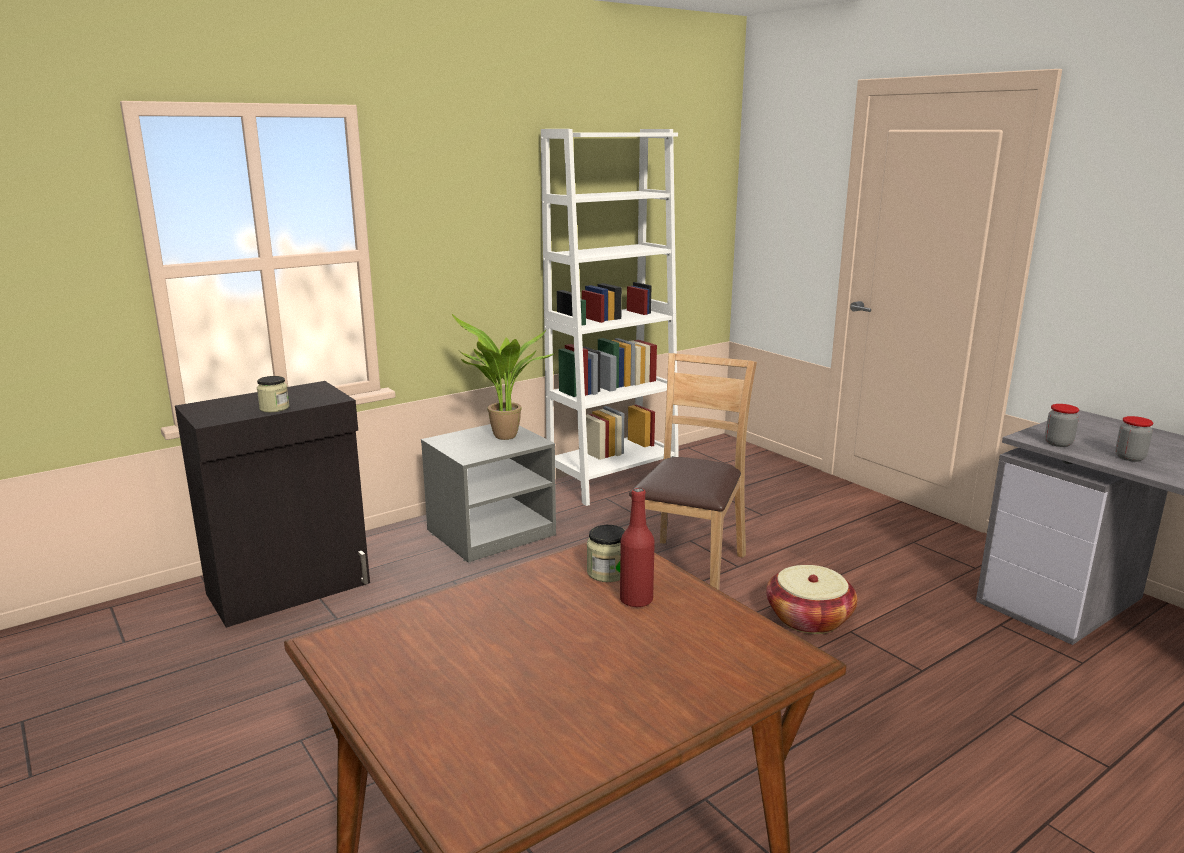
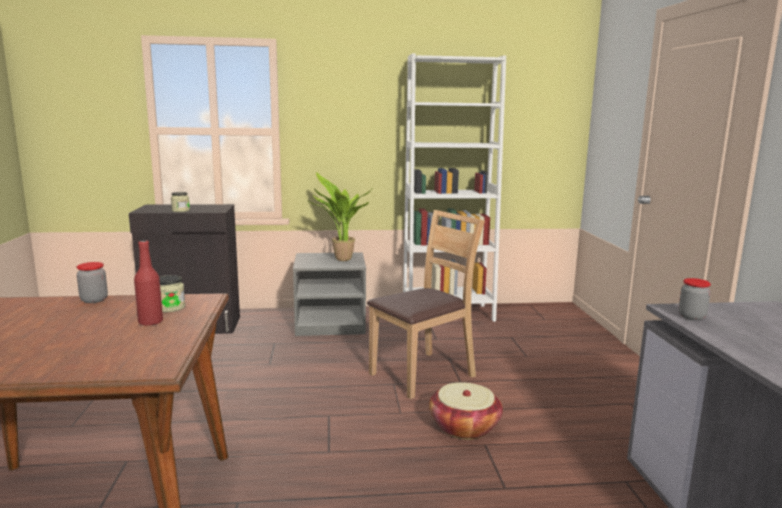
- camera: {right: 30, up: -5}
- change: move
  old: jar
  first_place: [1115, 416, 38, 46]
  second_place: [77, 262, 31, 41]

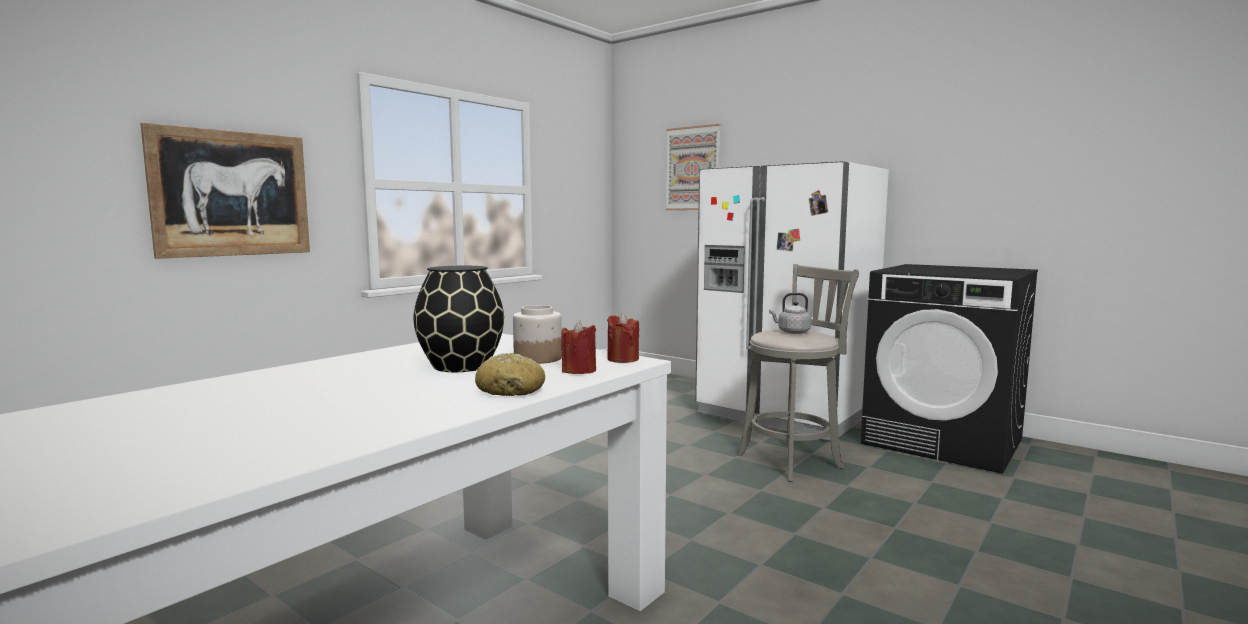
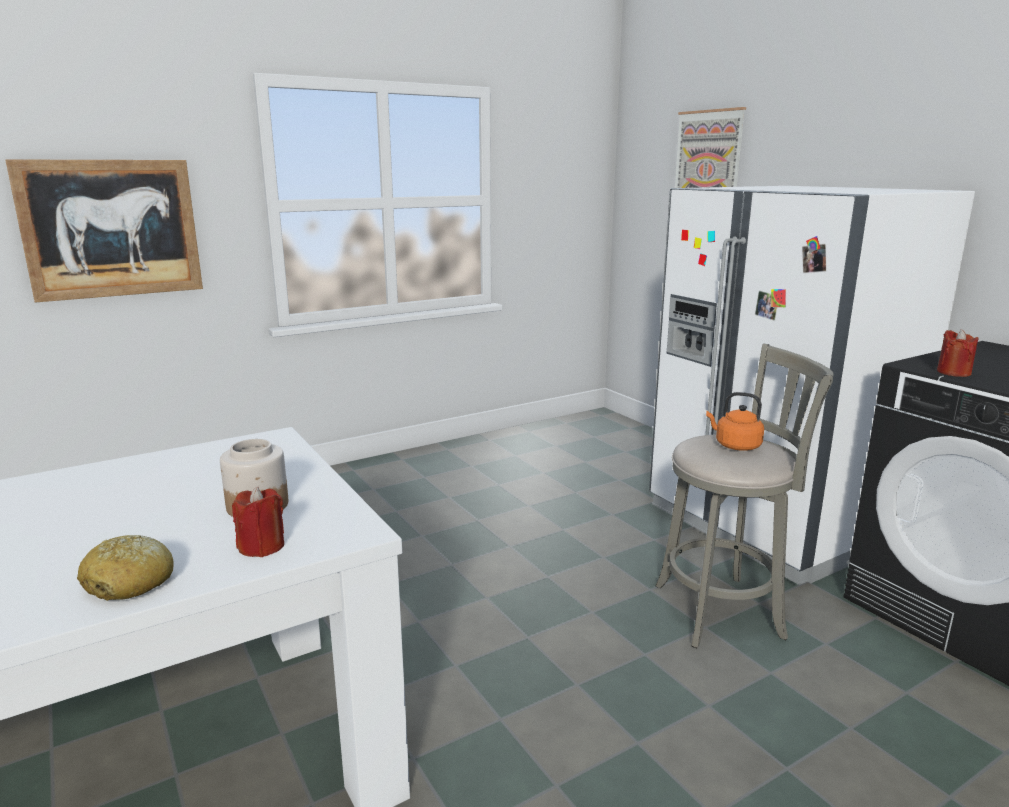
- camera: {right: 20, up: 10}
- change: delete
  old: black flower vase
  first_place: [414, 266, 90, 106]
- change: move
  old: red-coloured candle
  first_place: [607, 313, 32, 50]
  second_place: [937, 329, 41, 48]
- change: recolor
  old: greyish water kettle
  new: orangey water kettle
  first_place: [769, 293, 42, 41]
  second_place: [706, 392, 58, 59]

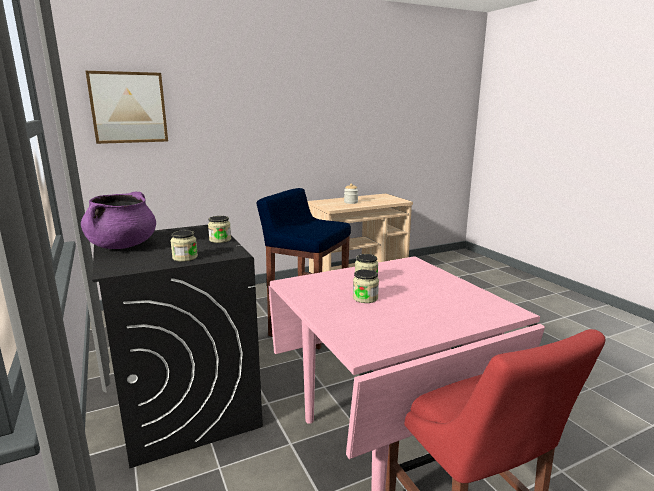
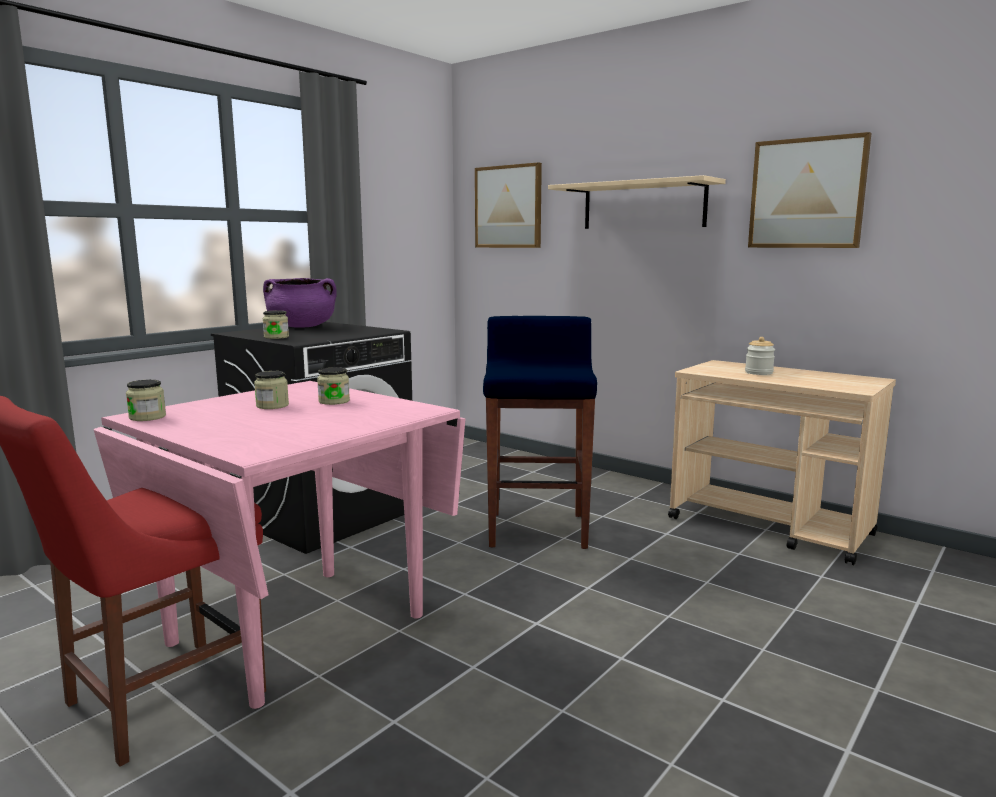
- camera: {right: 65, up: -5}
- change: move
  old: jar
  first_place: [208, 216, 23, 27]
  second_place: [126, 380, 40, 41]
- change: insert
  new: beige wall shelf
  second_place: [548, 175, 178, 54]
- change: insert
  new: picture
  second_place: [748, 132, 123, 116]

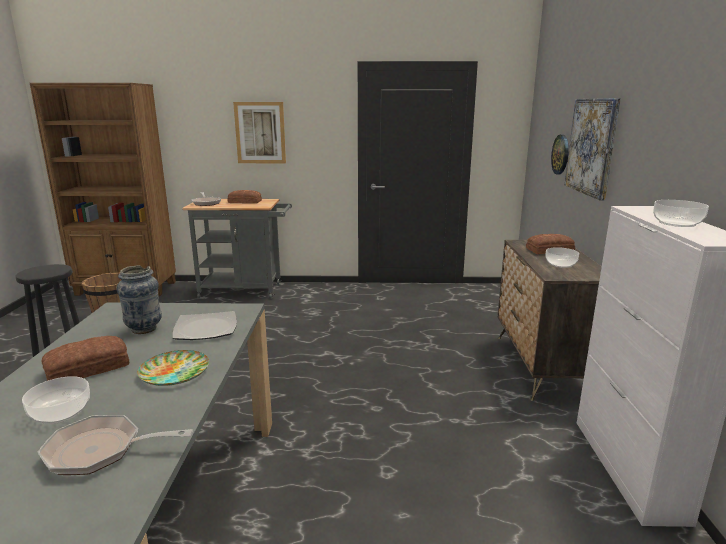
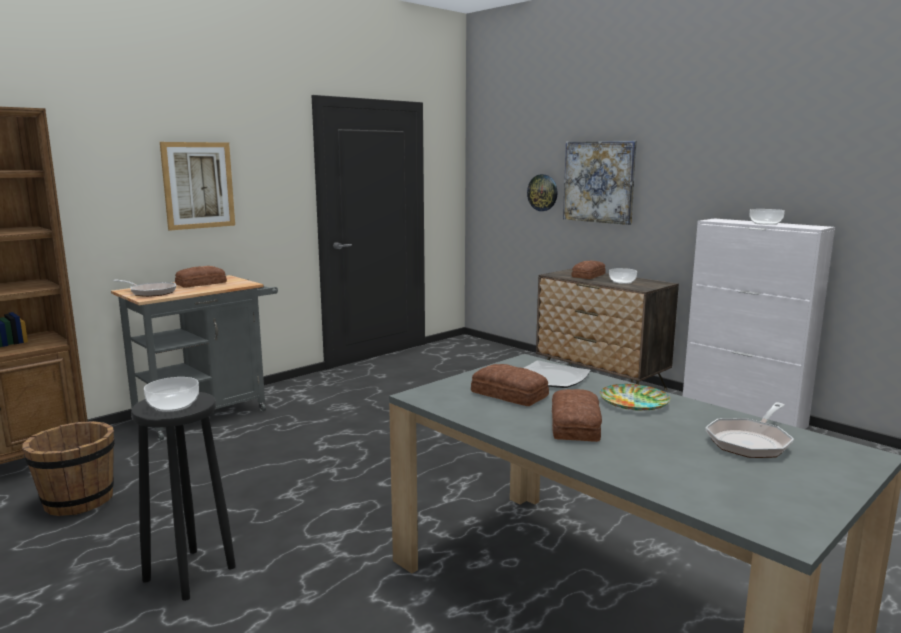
- camera: {right: -45, up: -5}
- change: move
  old: bowl
  first_place: [22, 376, 68, 48]
  second_place: [144, 377, 55, 35]
- change: replace
  old: flower vase
  new: bread
  first_place: [116, 265, 46, 69]
  second_place: [471, 364, 78, 42]

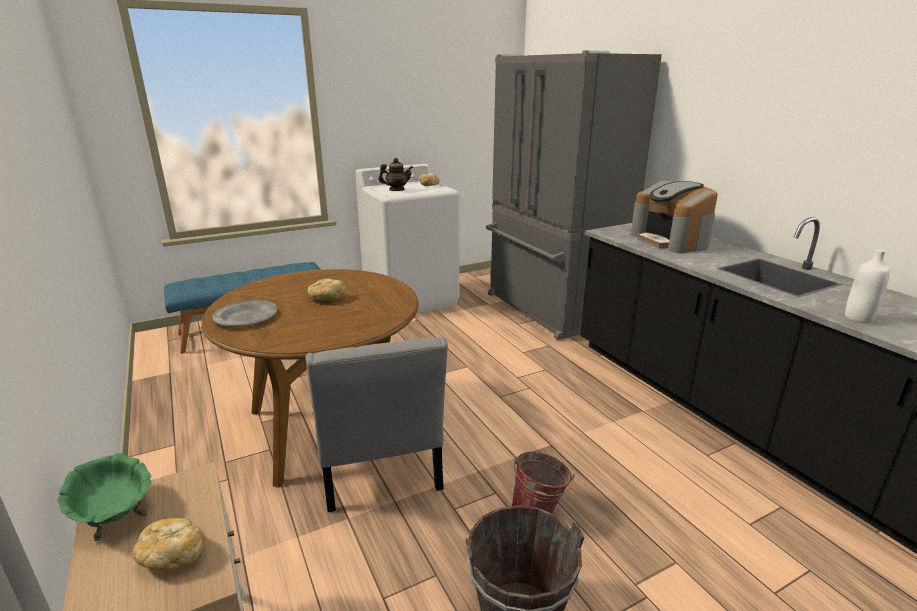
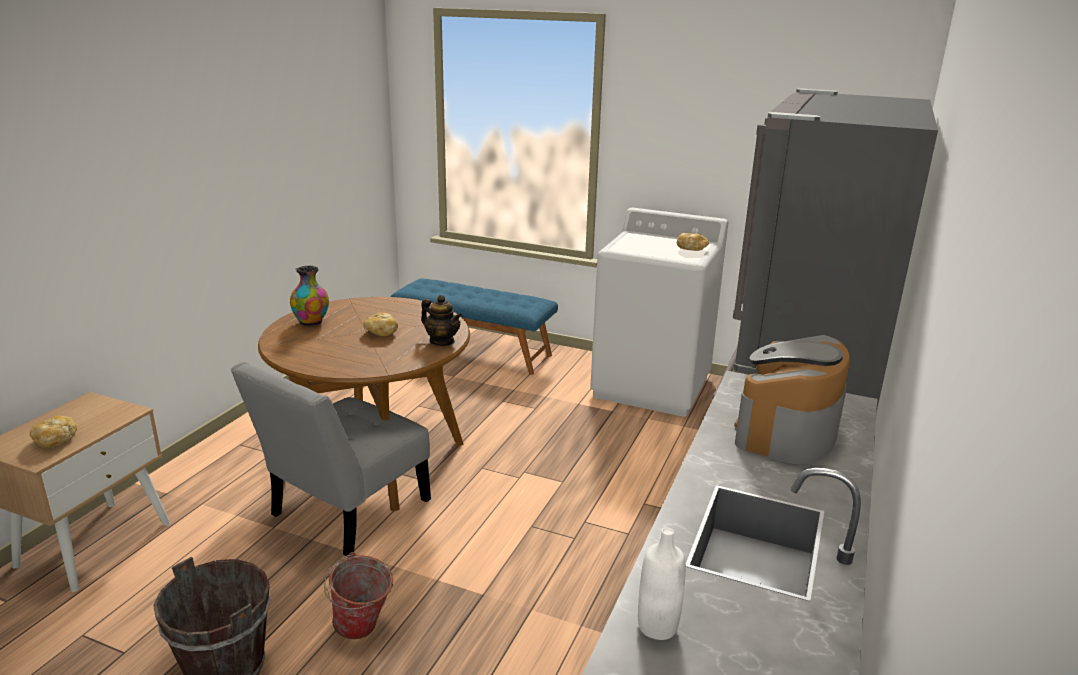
- camera: {right: 50, up: 0}
- change: delete
  old: greenish bowl
  first_place: [57, 453, 95, 88]
- change: replace
  old: greyish dinner plate
  new: flower vase
  first_place: [212, 300, 65, 26]
  second_place: [290, 265, 39, 61]
- change: move
  old: pot for tea
  first_place: [379, 158, 34, 33]
  second_place: [421, 295, 41, 51]

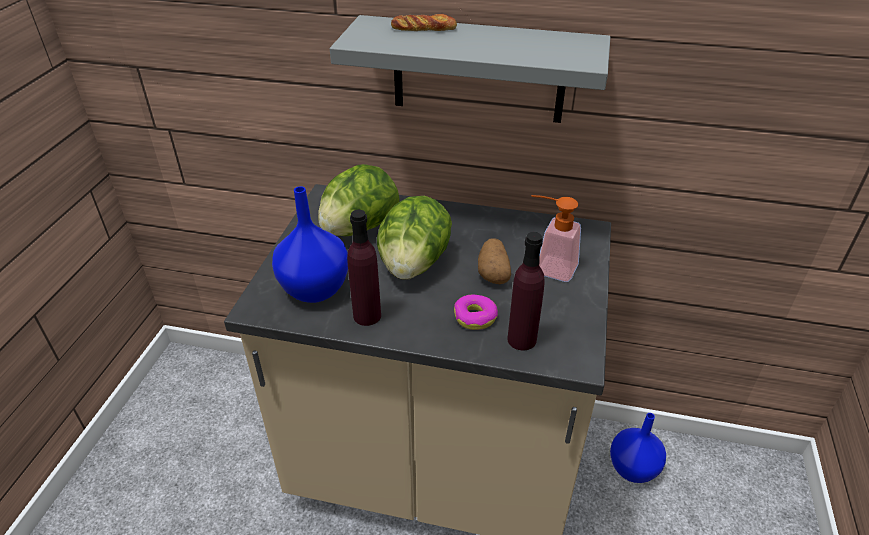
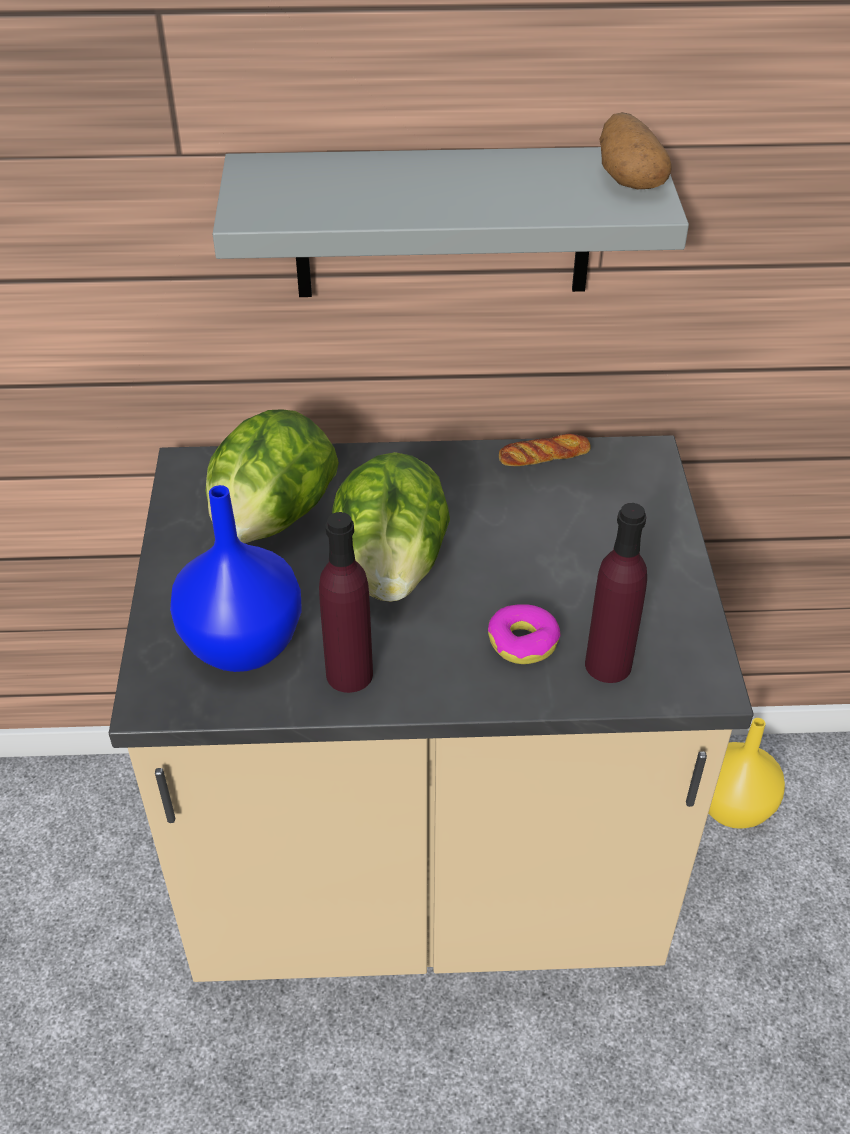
- camera: {right: -15, up: 5}
- change: move
  old: bread
  first_place: [391, 14, 66, 17]
  second_place: [499, 434, 92, 32]
- change: move
  old: potato
  first_place: [478, 238, 33, 46]
  second_place: [600, 112, 72, 77]
- change: delete
  old: liquid soap bottle
  first_place: [531, 195, 50, 87]
- change: recolor
  old: blue-coloured flower vase
  new: yellow-coloured flower vase
  first_place: [610, 413, 56, 70]
  second_place: [708, 718, 77, 111]

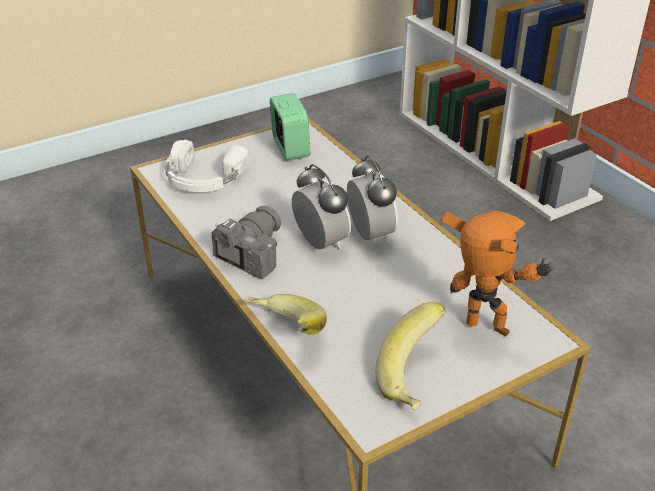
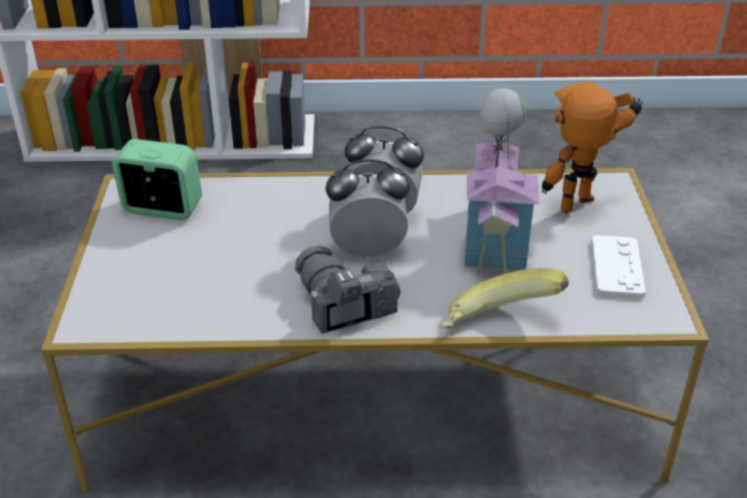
- camera: {right: -60, up: 0}
- change: delete
  old: whitish headphones
  first_place: [165, 140, 84, 52]
- change: replace
  old: banana
  new: whitish game controller
  first_place: [375, 302, 71, 108]
  second_place: [591, 235, 55, 64]
- change: insert
  new: model house
  second_place: [463, 88, 77, 186]

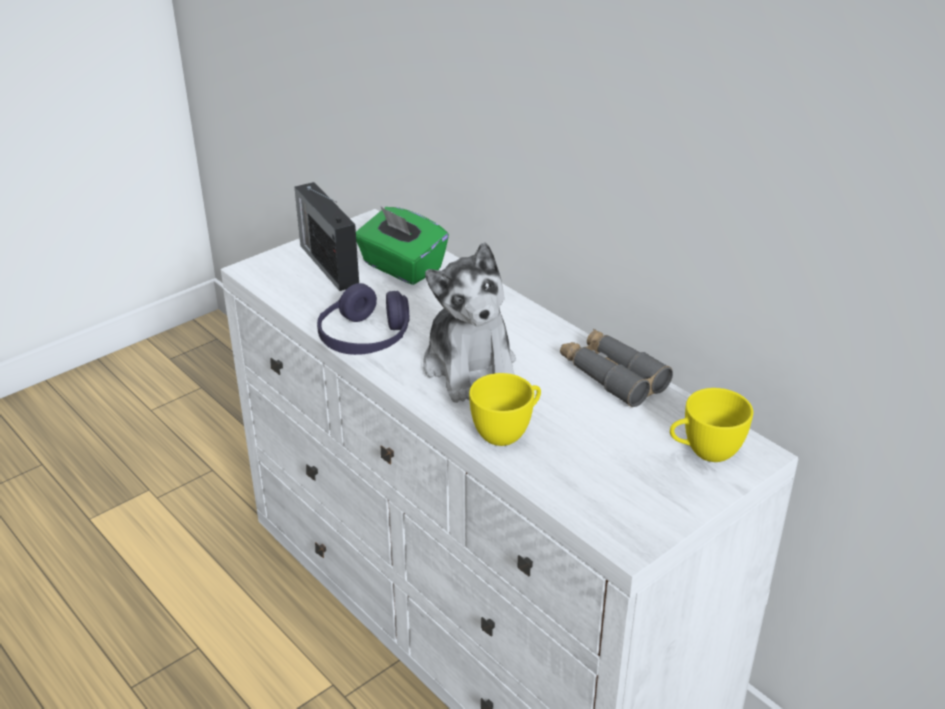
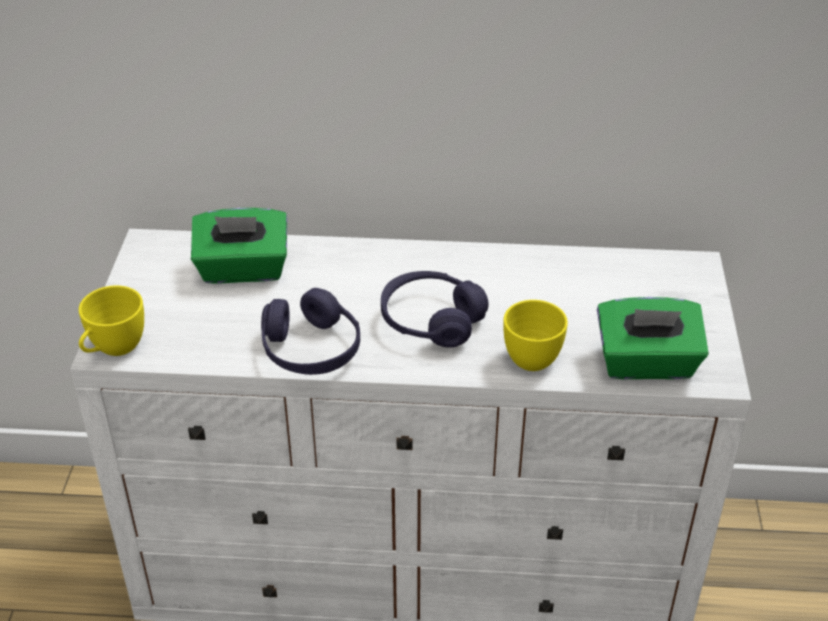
- camera: {right: -45, up: 5}
- change: delete
  old: radio
  first_place: [294, 182, 65, 109]
- change: replace
  old: soft toy
  new: purple-coloured headphones
  first_place: [423, 242, 93, 161]
  second_place: [381, 271, 108, 77]
- change: delete
  old: greyish binoculars
  first_place: [560, 329, 113, 78]
- change: move
  old: yellow-coloured cup
  first_place: [670, 388, 83, 74]
  second_place: [79, 285, 65, 71]
- change: insert
  new: greenish tissue box
  second_place: [597, 297, 112, 82]

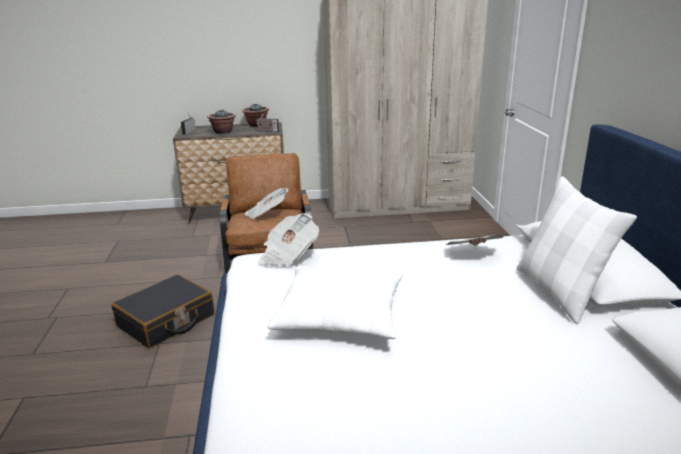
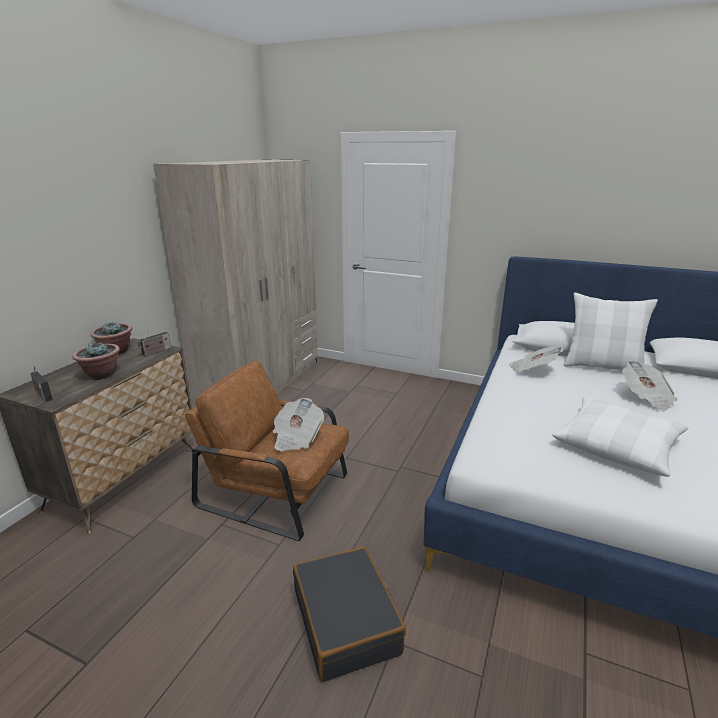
- camera: {right: -60, up: 0}
- change: move
  old: newspaper
  first_place: [259, 213, 60, 53]
  second_place: [622, 360, 56, 52]

